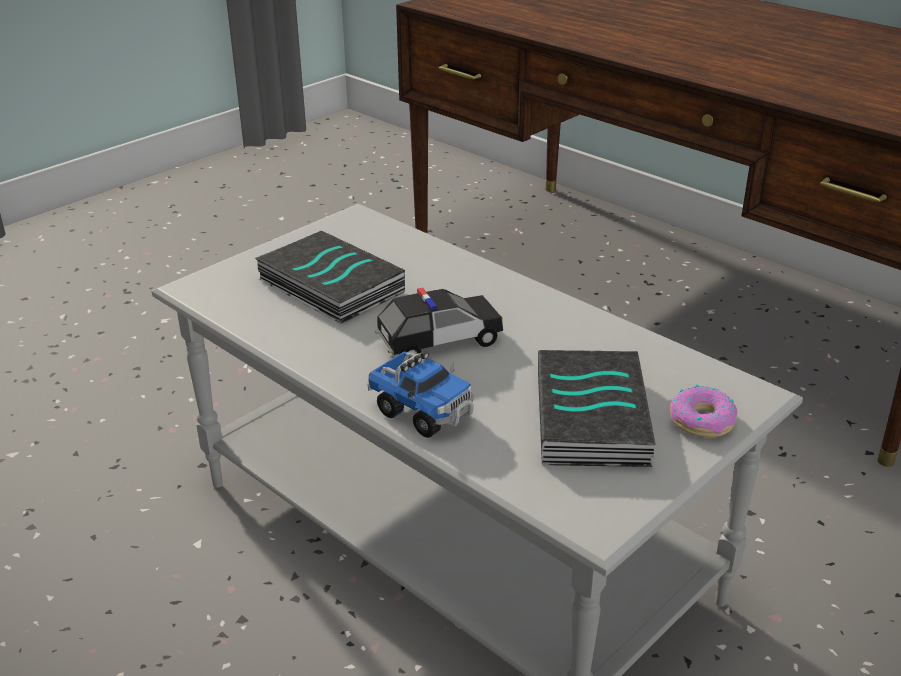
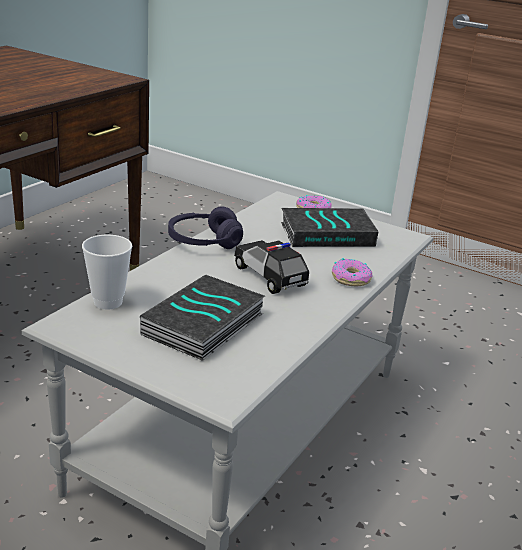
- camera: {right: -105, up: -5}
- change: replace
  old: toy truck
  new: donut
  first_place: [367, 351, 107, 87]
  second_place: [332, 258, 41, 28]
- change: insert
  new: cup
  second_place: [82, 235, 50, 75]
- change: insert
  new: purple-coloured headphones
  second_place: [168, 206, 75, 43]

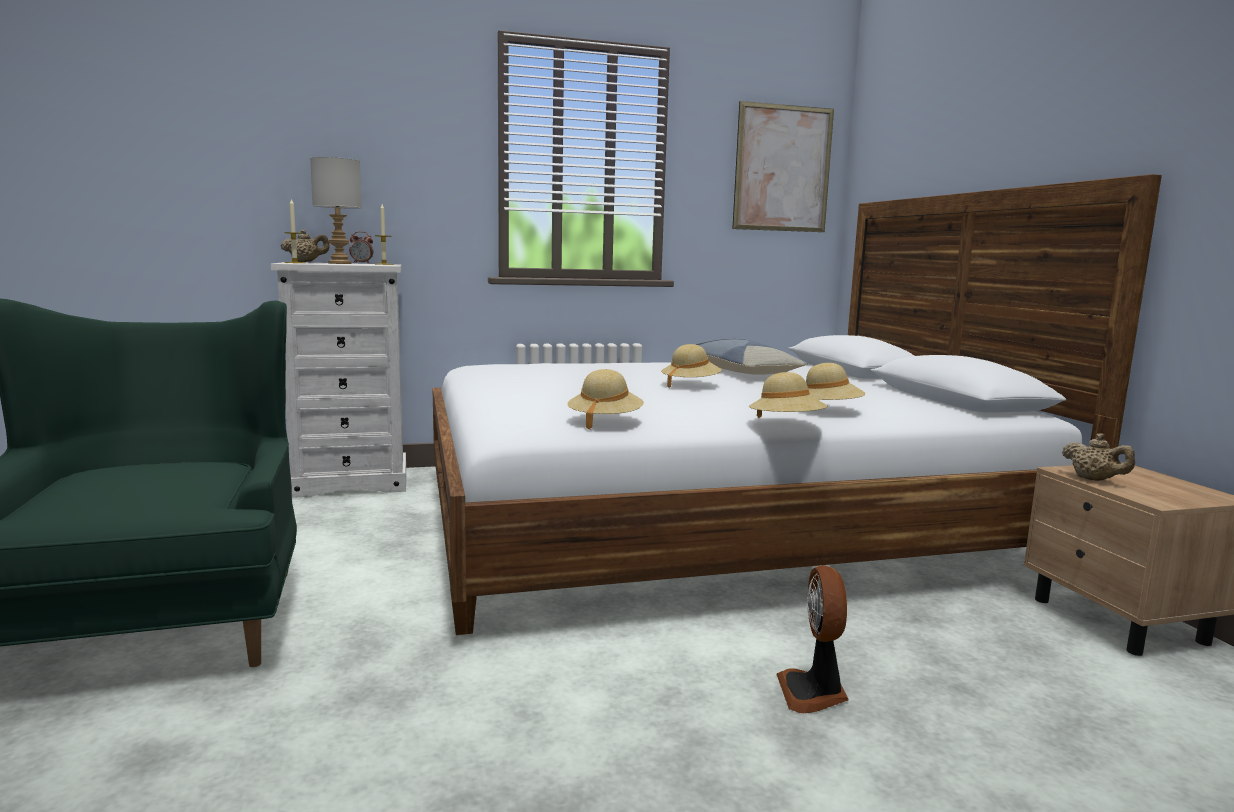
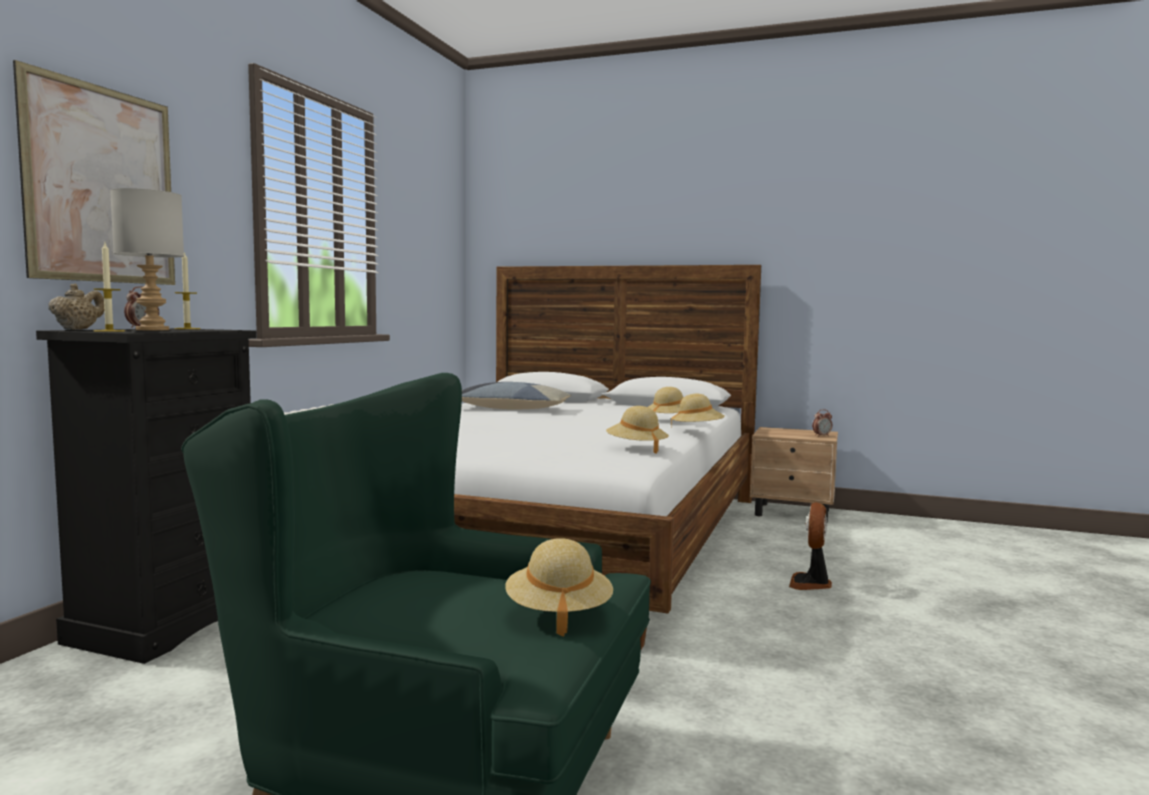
- camera: {right: -55, up: -5}
- change: recolor
  old: whitish dresser
  new: black dresser
  first_place: [271, 262, 135, 236]
  second_place: [36, 328, 221, 336]
- change: move
  old: beige wearable hat
  first_place: [661, 344, 61, 44]
  second_place: [505, 538, 108, 98]
- change: move
  old: picture
  first_place: [732, 101, 102, 131]
  second_place: [13, 60, 162, 225]
- change: rotate
  old: fan
  first_place: [776, 565, 73, 148]
  second_place: [789, 502, 43, 88]
  degrees: 75
- change: delete
  old: beige pot for tea
  first_place: [1062, 434, 73, 47]
- change: insert
  new: table clock
  second_place: [812, 409, 20, 28]

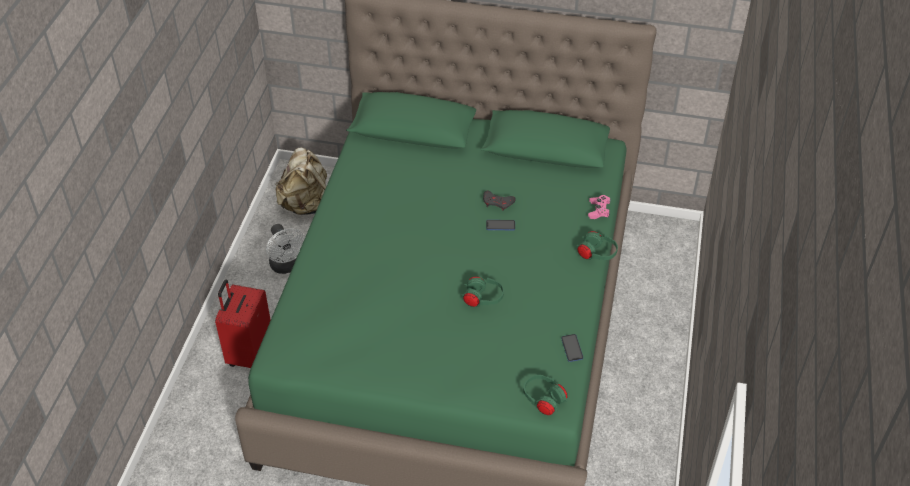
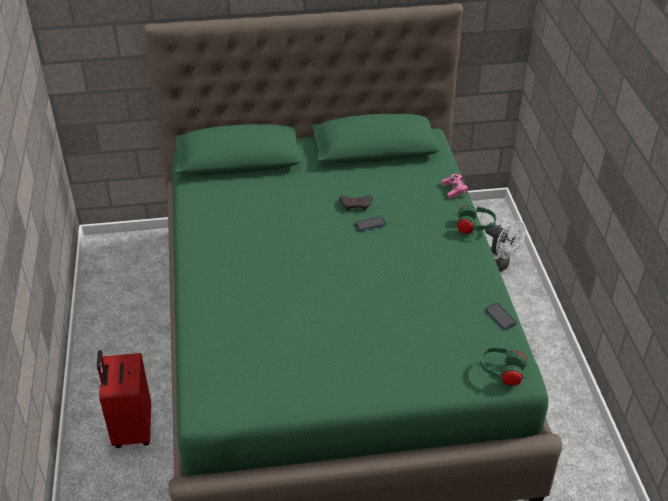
- camera: {right: -20, up: -5}
- change: move
  old: whitish fan
  first_place: [266, 224, 39, 50]
  second_place: [485, 221, 40, 50]
- change: delete
  old: beige knapsack
  first_place: [275, 147, 52, 68]
- change: delete
  old: greenish headphones
  first_place: [461, 276, 43, 31]

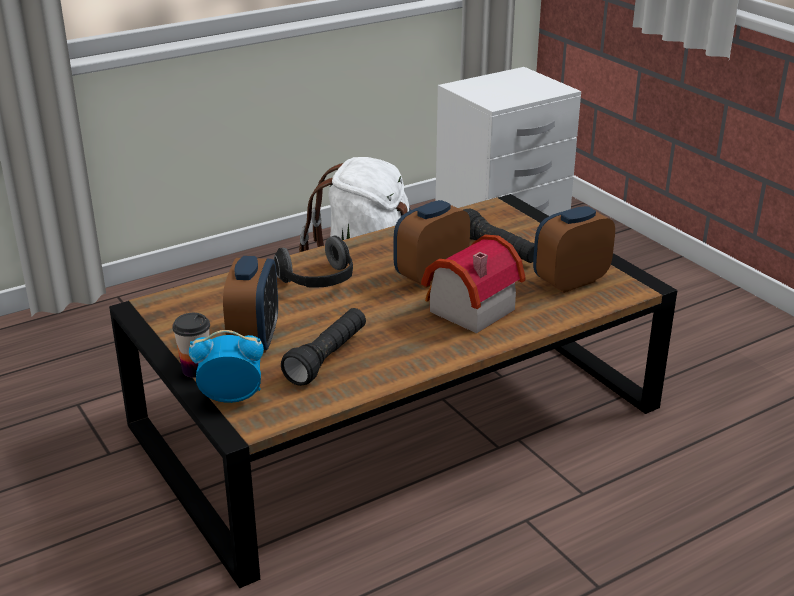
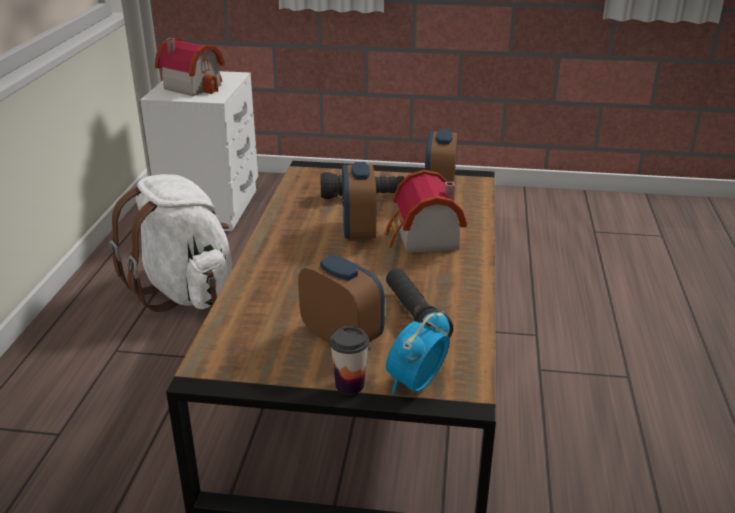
- camera: {right: -50, up: 0}
- change: delete
  old: headphones
  first_place: [274, 236, 79, 52]
- change: insert
  new: model house
  second_place: [155, 38, 70, 58]

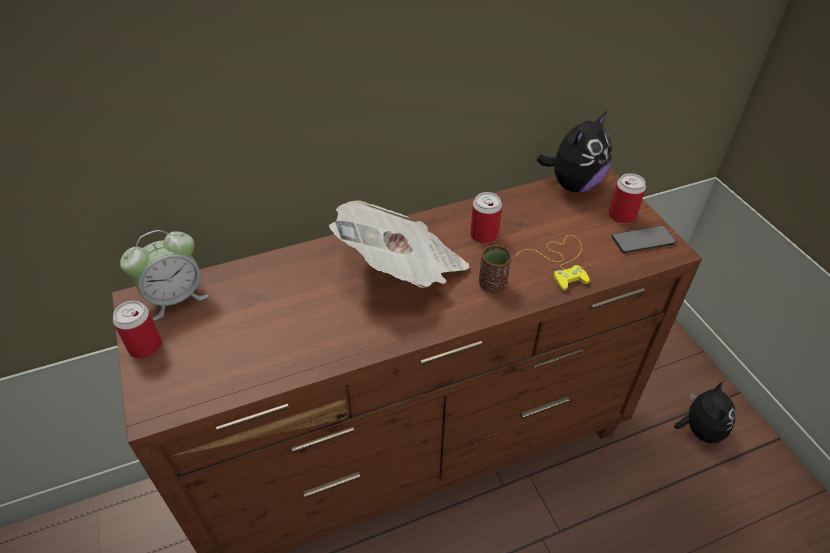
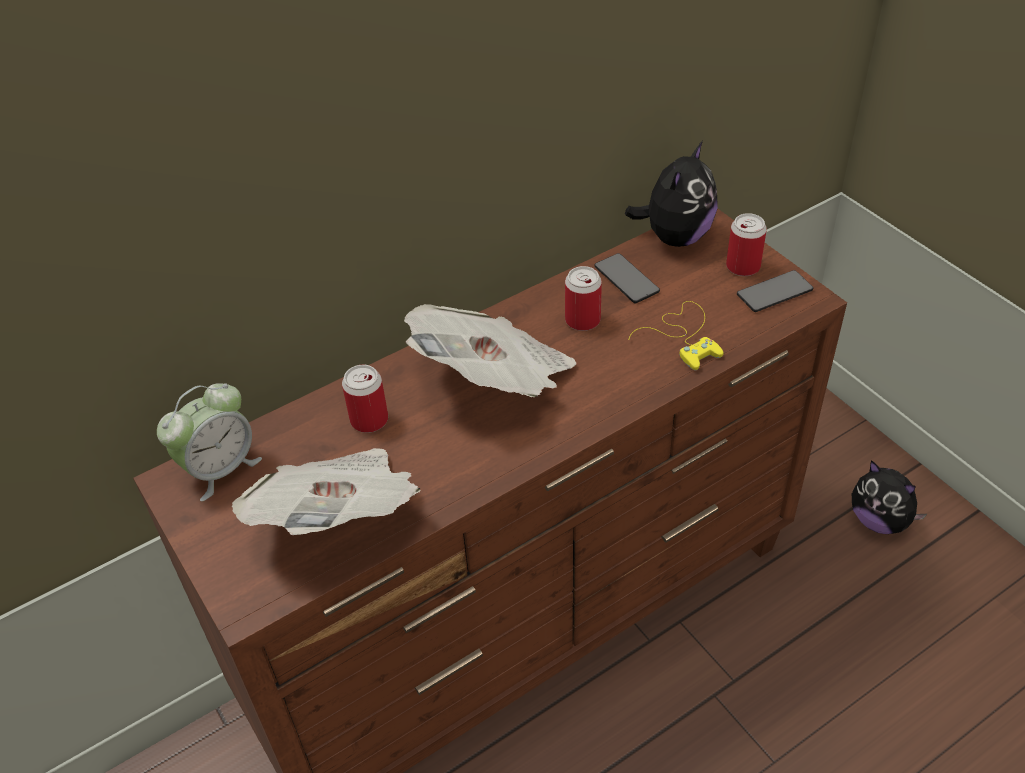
- camera: {right: -10, up: 0}
- change: move
  old: metal can
  first_place: [113, 301, 49, 58]
  second_place: [342, 365, 46, 68]
- change: delete
  old: brown-coloured cup
  first_place: [479, 245, 32, 48]
- change: rotate
  old: soft toy
  first_place: [674, 381, 61, 62]
  second_place: [852, 460, 75, 74]
  degrees: 135
- change: insert
  new: newspaper
  second_place: [232, 448, 188, 87]
- change: insert
  new: handset
  second_place: [594, 253, 66, 50]

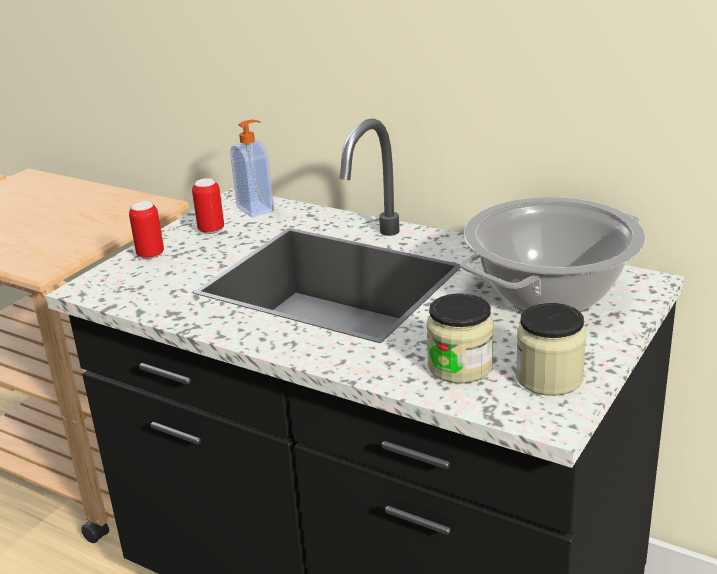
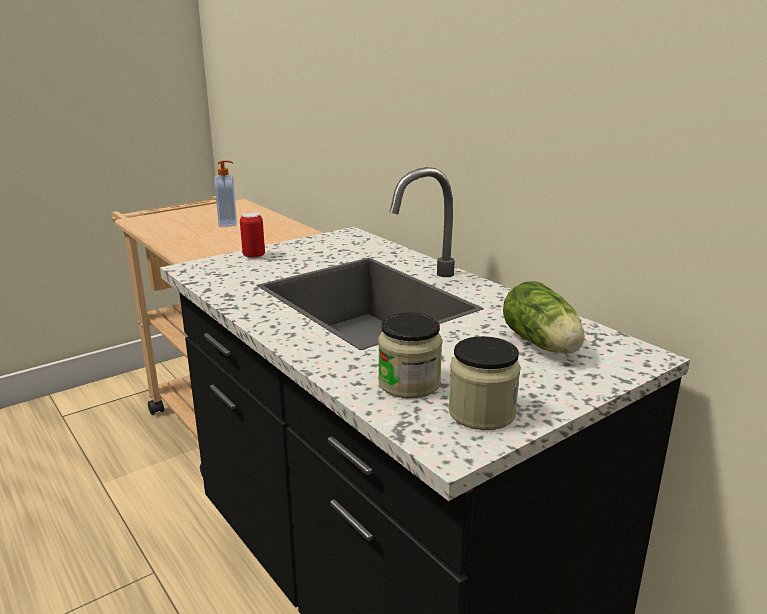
- camera: {right: 20, up: -5}
- change: delete
  old: metal can
  first_place: [192, 178, 32, 56]
- change: move
  old: liquid soap bottle
  first_place: [230, 120, 44, 97]
  second_place: [214, 160, 23, 67]
- change: replace
  old: cooking pot
  new: lettuce head
  first_place: [460, 197, 186, 115]
  second_place: [503, 281, 82, 73]

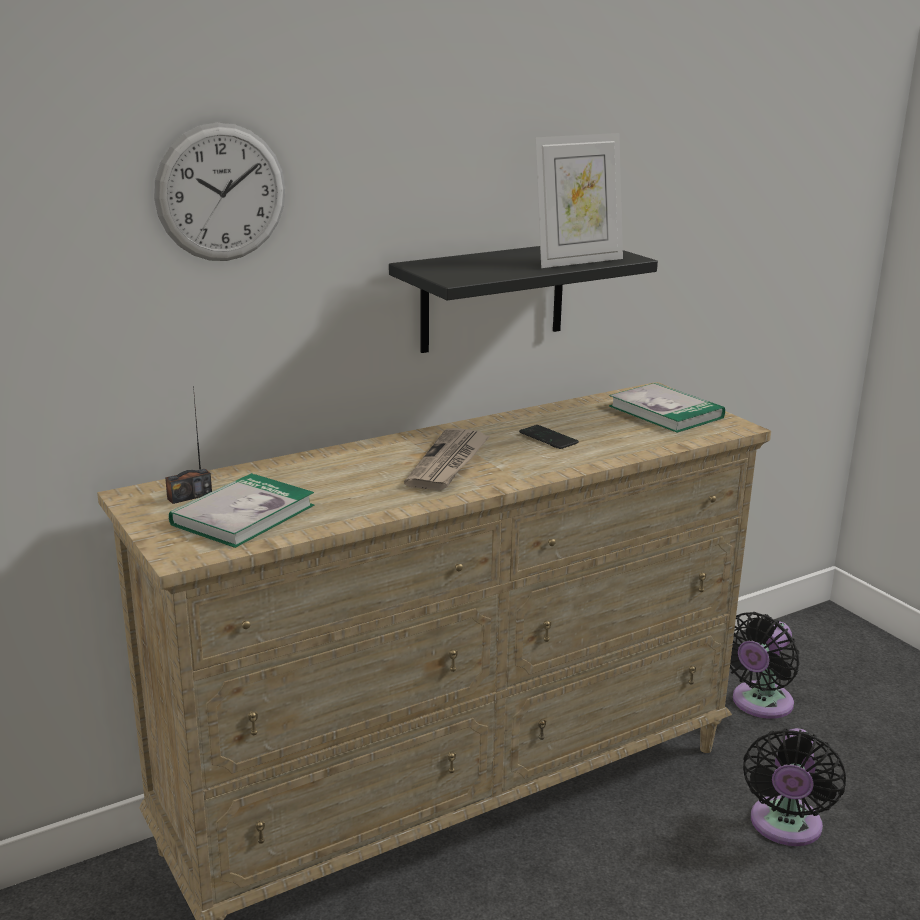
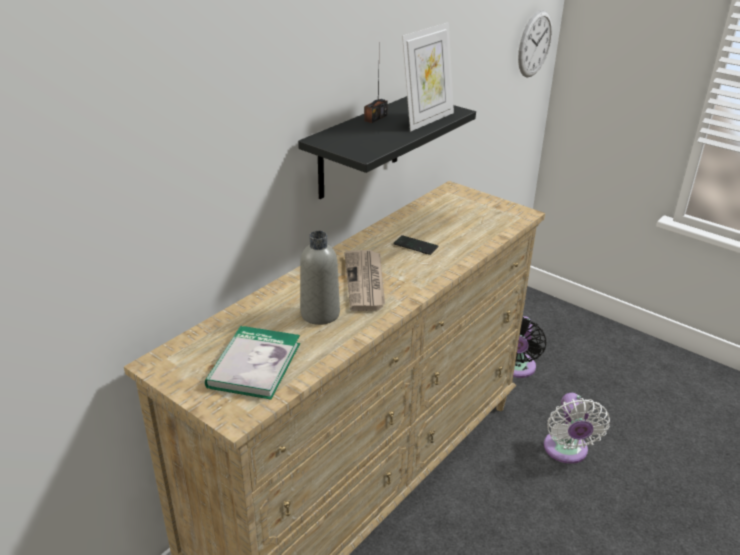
- camera: {right: -20, up: 10}
- change: move
  old: wall clock
  first_place: [154, 122, 131, 139]
  second_place: [518, 10, 34, 68]
- change: move
  old: radio
  first_place: [165, 386, 47, 118]
  second_place: [364, 41, 24, 82]
- change: delete
  old: book
  first_place: [609, 383, 116, 50]
- change: recolor
  old: black fan
  new: whitish fan
  first_place: [743, 728, 103, 118]
  second_place: [544, 393, 66, 71]
- change: insert
  new: greyish drink bottle
  second_place: [300, 231, 40, 94]

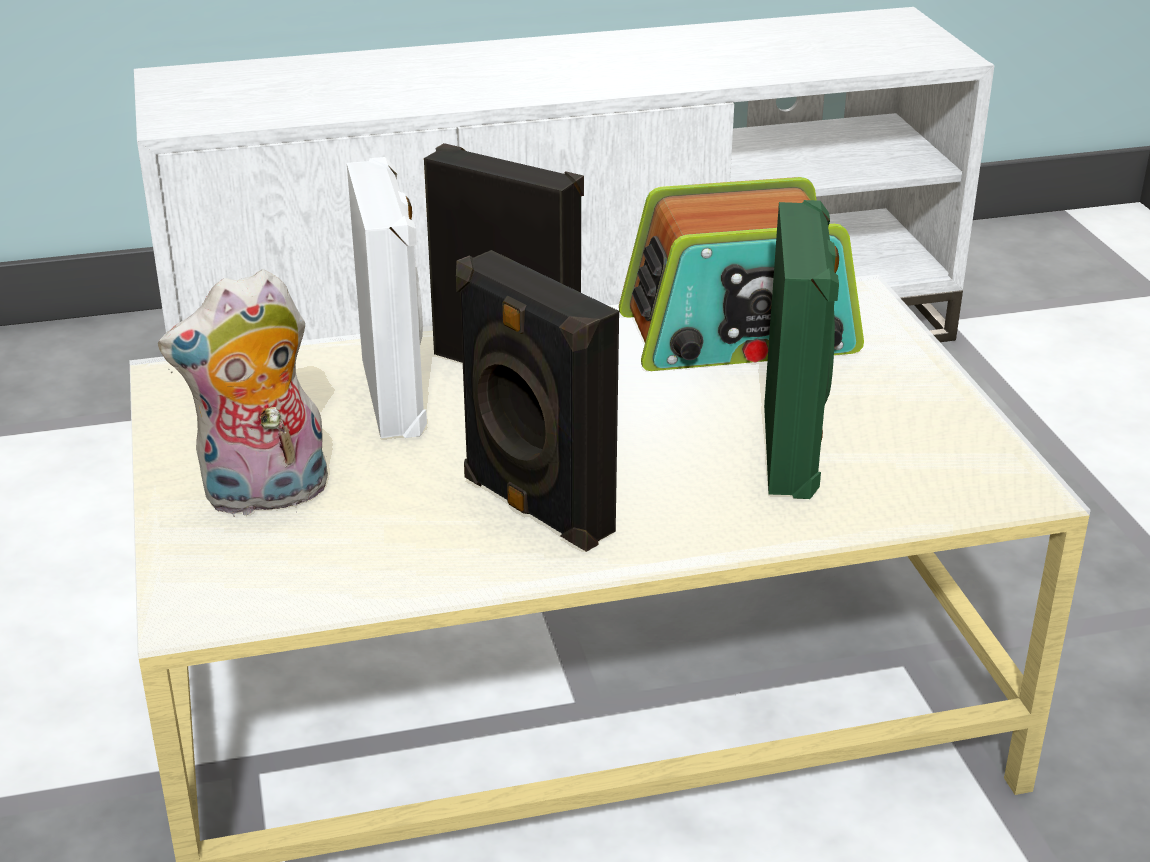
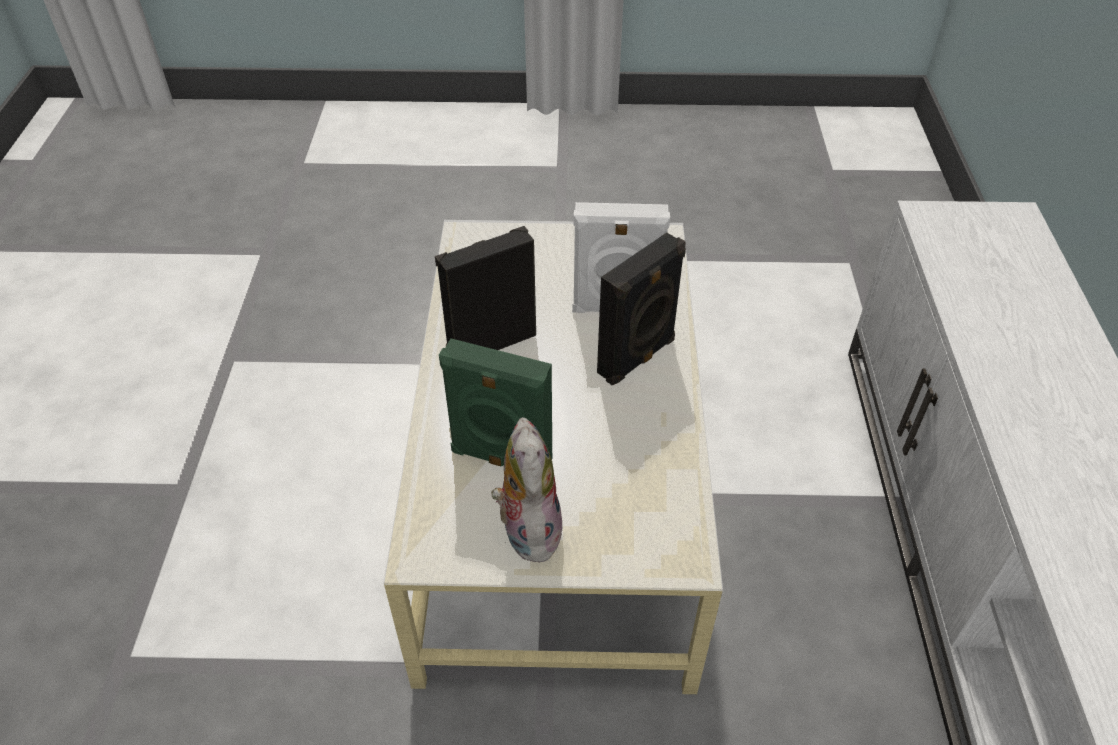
- camera: {right: 105, up: 15}
- change: move
  old: soft toy
  first_place: [158, 269, 170, 248]
  second_place: [492, 417, 72, 146]
- change: delete
  old: radio
  first_place: [619, 177, 245, 194]

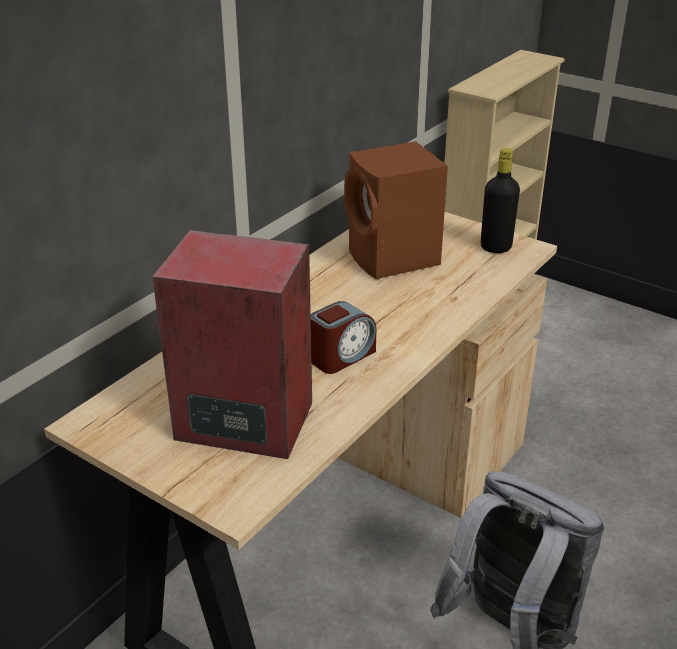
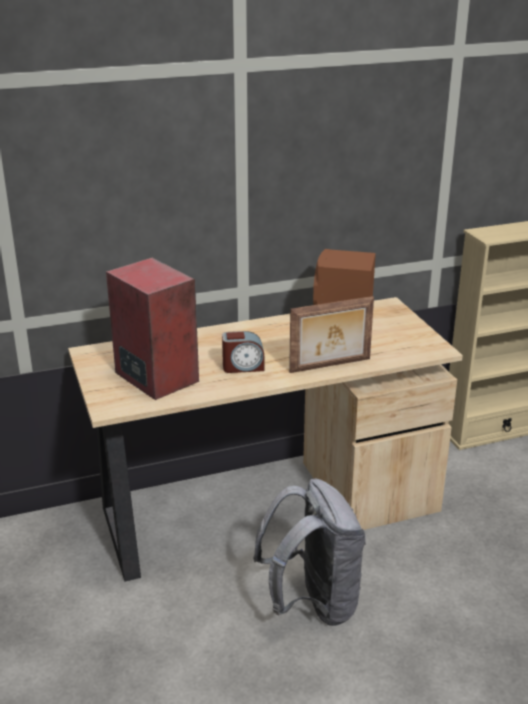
- camera: {right: 35, up: -5}
- change: delete
  old: black drink bottle
  first_place: [481, 148, 39, 105]
- change: insert
  new: picture frame
  second_place: [289, 296, 85, 77]

